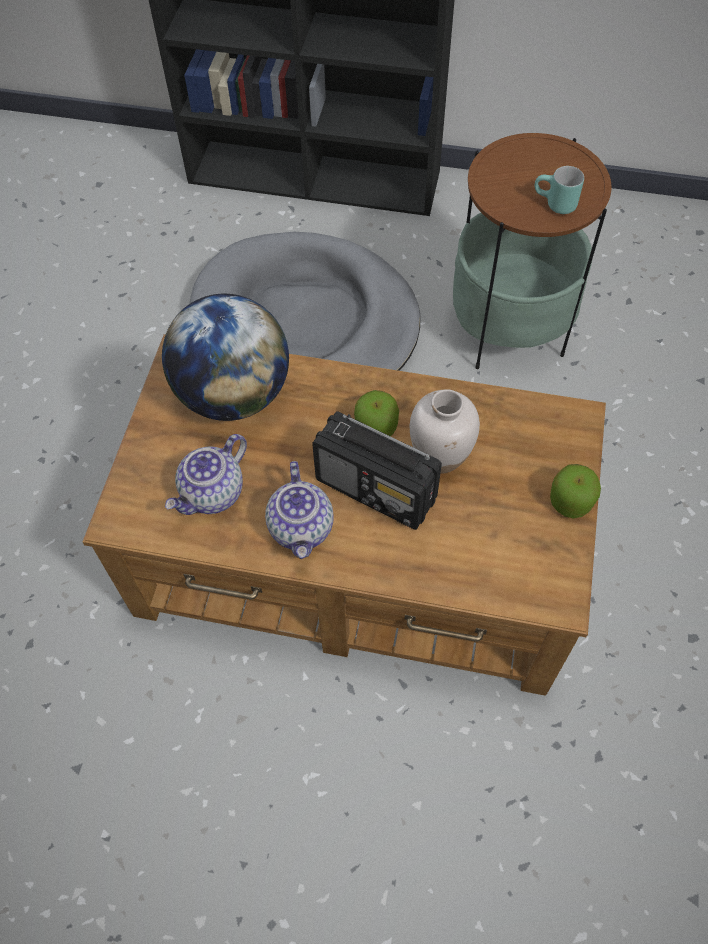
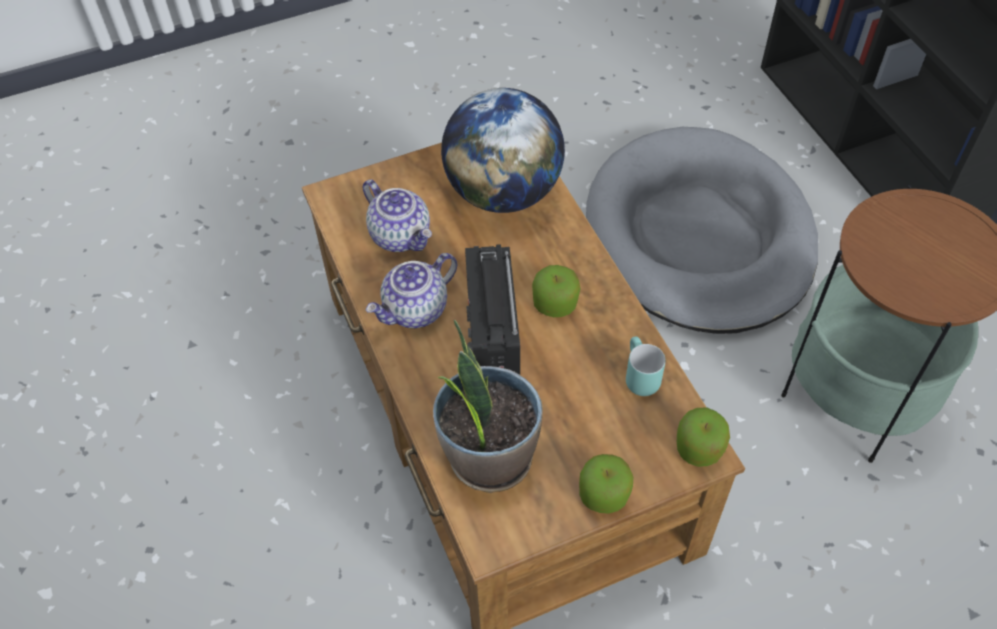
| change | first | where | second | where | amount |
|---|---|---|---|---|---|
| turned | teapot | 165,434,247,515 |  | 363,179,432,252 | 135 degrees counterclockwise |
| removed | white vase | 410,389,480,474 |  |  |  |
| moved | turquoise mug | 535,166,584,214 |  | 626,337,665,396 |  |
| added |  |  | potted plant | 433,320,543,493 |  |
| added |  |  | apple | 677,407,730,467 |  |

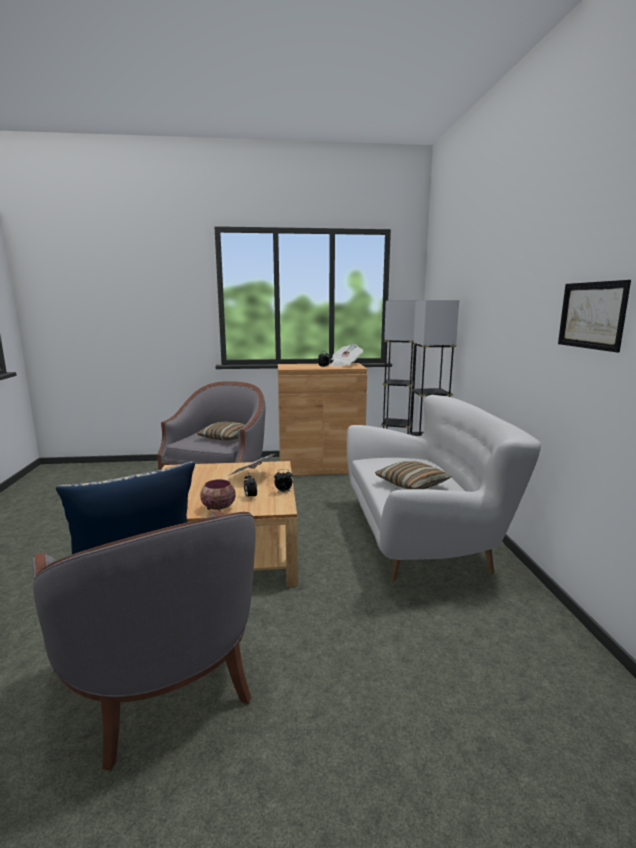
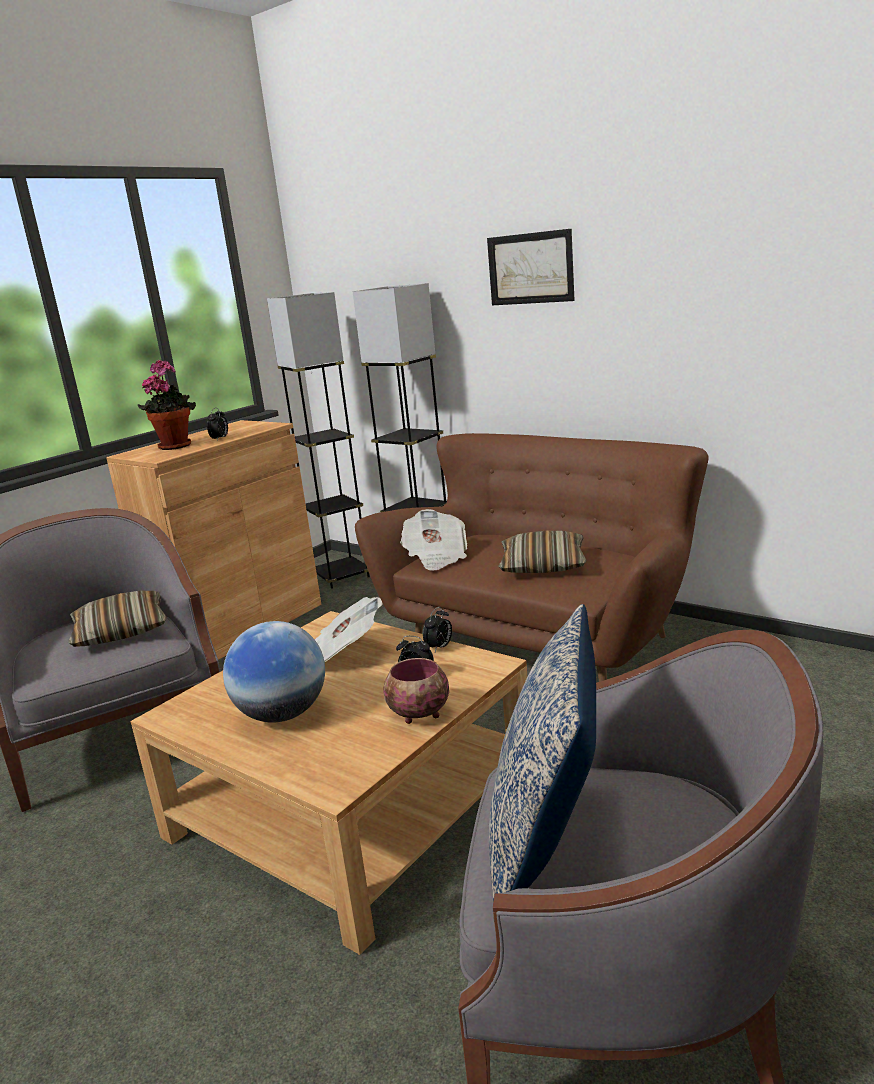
| change | first | where | second | where | amount |
|---|---|---|---|---|---|
| moved | newspaper | 331,344,363,367 |  | 400,509,467,571 |  |
| recoloured | white sofa | 347,395,541,581 | brown sofa | 355,433,708,682 |  |
| moved | picture | 558,280,631,352 |  | 487,229,575,305 |  |
| added |  |  | potted plant | 137,359,196,450 |  |
| added |  |  | globe | 223,621,325,723 |  |

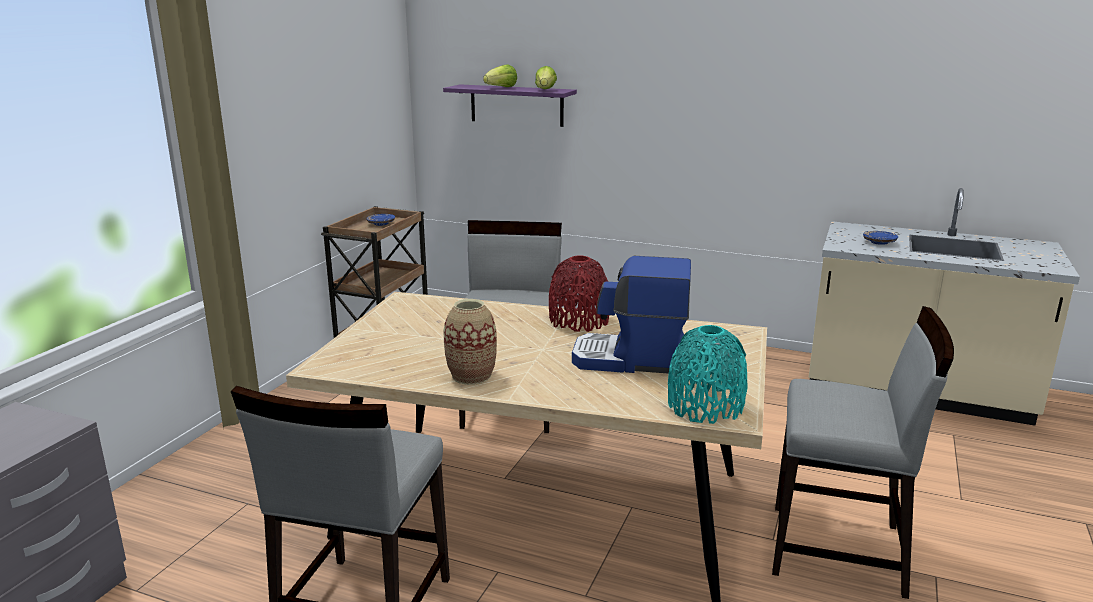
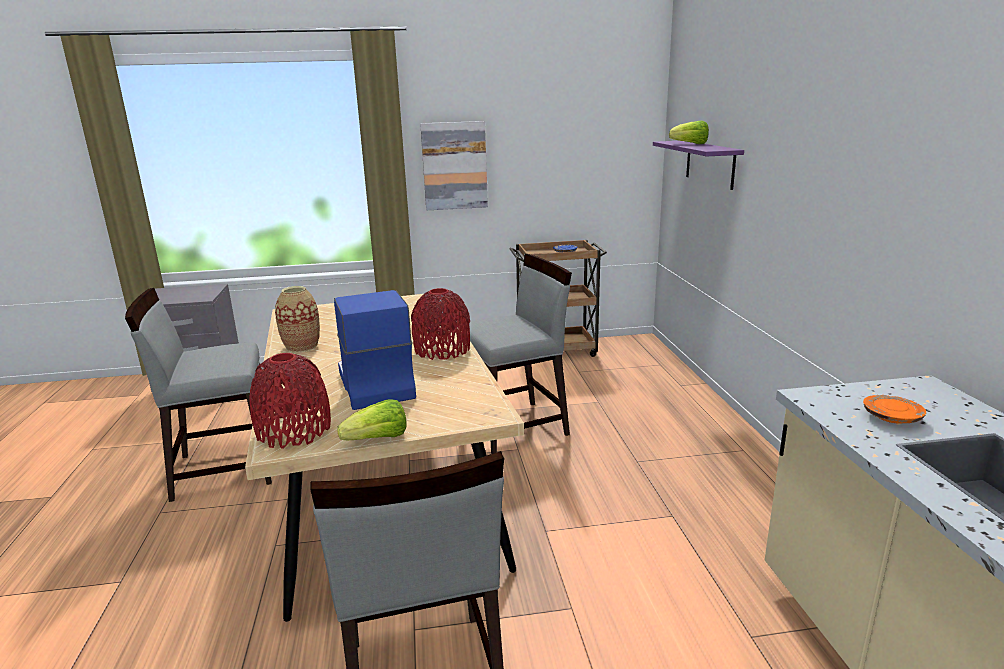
| change | first | where | second | where | amount |
|---|---|---|---|---|---|
| moved | lettuce | 535,66,557,89 |  | 337,399,406,440 |  |
| recoloured | turquoise vase | 668,325,747,424 | red vase | 249,353,331,449 |  |
| recoloured | blue plate | 863,231,898,245 | orange plate | 863,395,926,424 |  |
| added |  |  | picture | 420,121,488,210 |  |

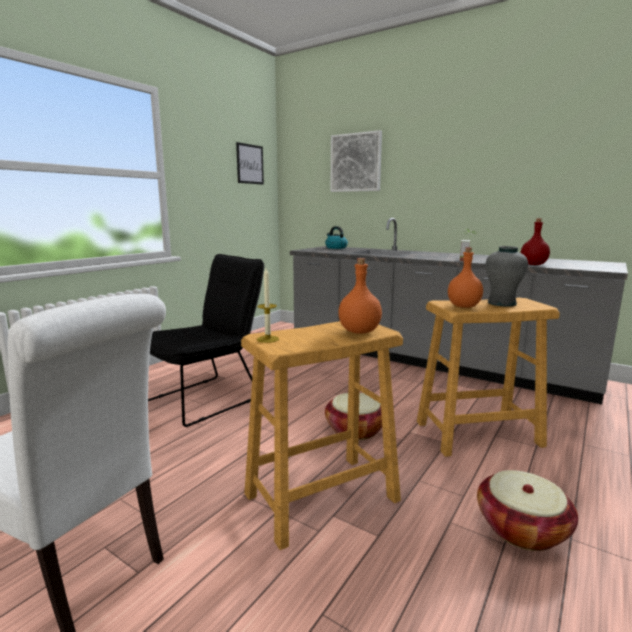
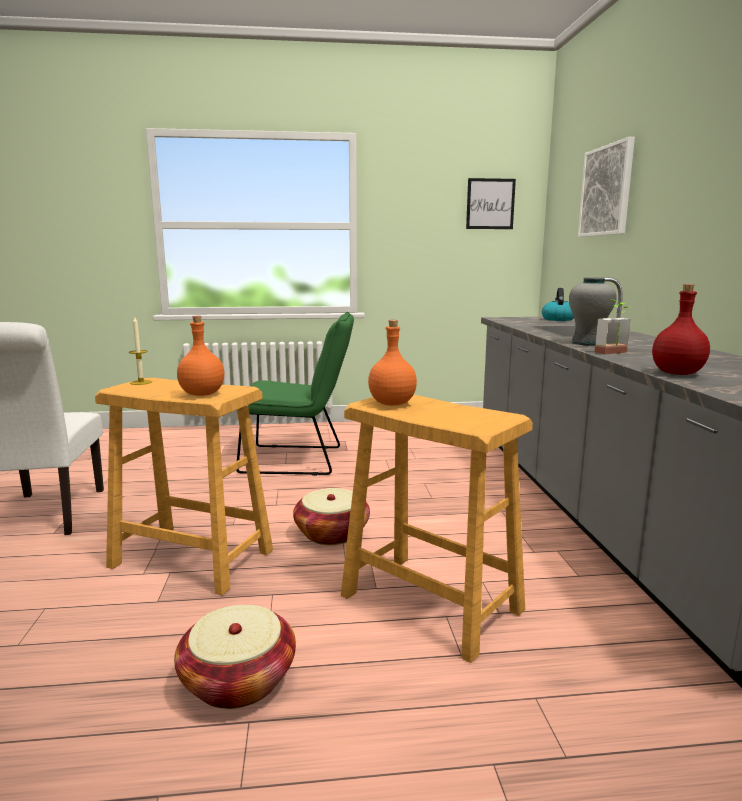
| change | first | where | second | where | amount |
|---|---|---|---|---|---|
| recoloured | black chair | 148,254,264,427 | green chair | 236,312,354,475 |  |
| moved | grey vase | 486,246,528,307 |  | 569,277,616,346 |  |

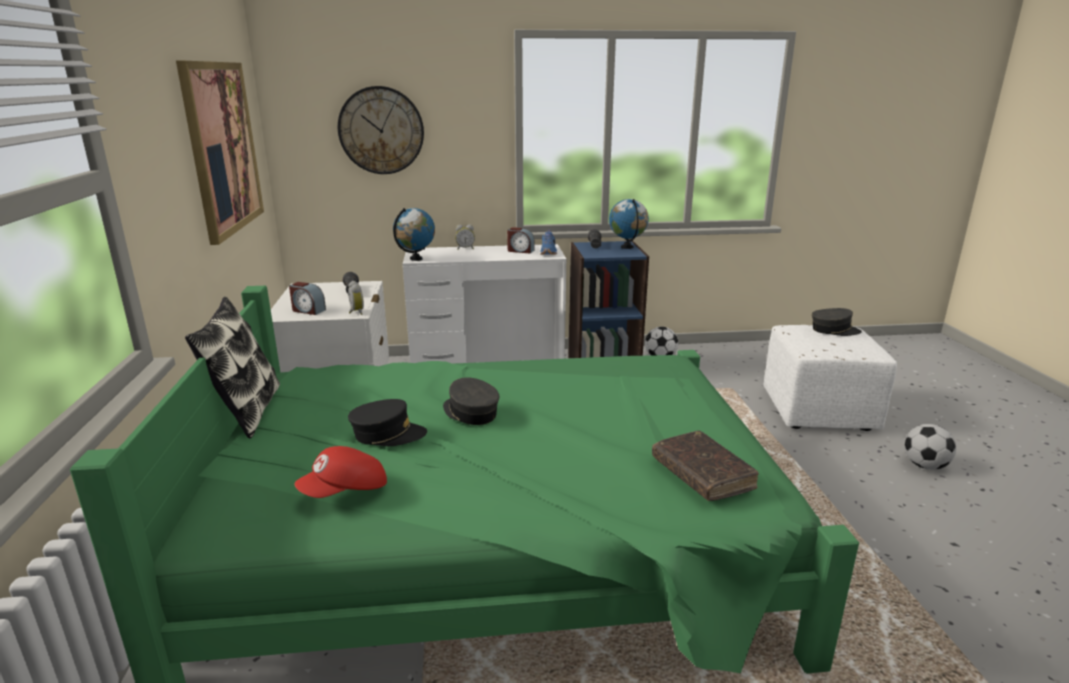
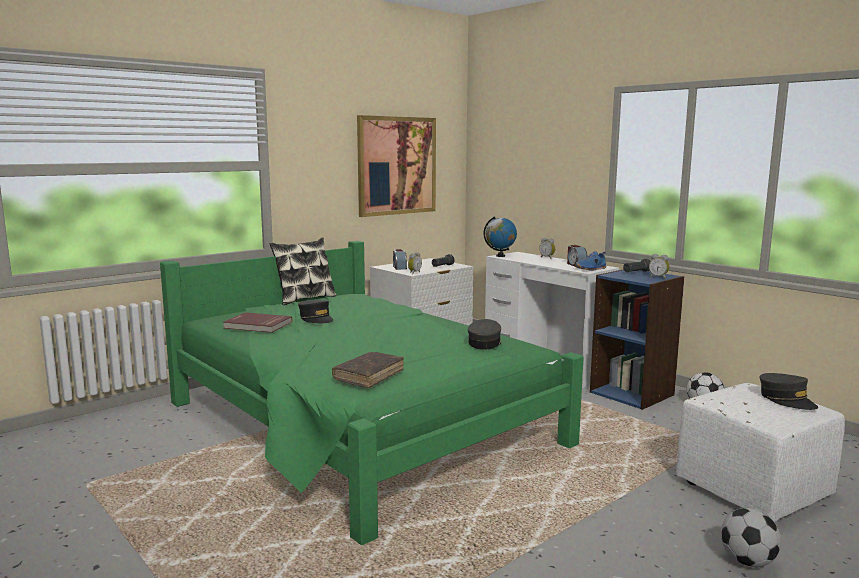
| change | first | where | second | where | amount |
|---|---|---|---|---|---|
| replaced | red cap | 295,446,387,498 | red book | 223,312,292,333 |  |
| removed | wall clock | 338,86,424,174 |  |  |  |
| moved | grey cap | 443,377,499,425 |  | 468,319,501,350 |  |
| replaced | globe | 609,199,649,249 | alarm clock | 649,254,670,279 |  |

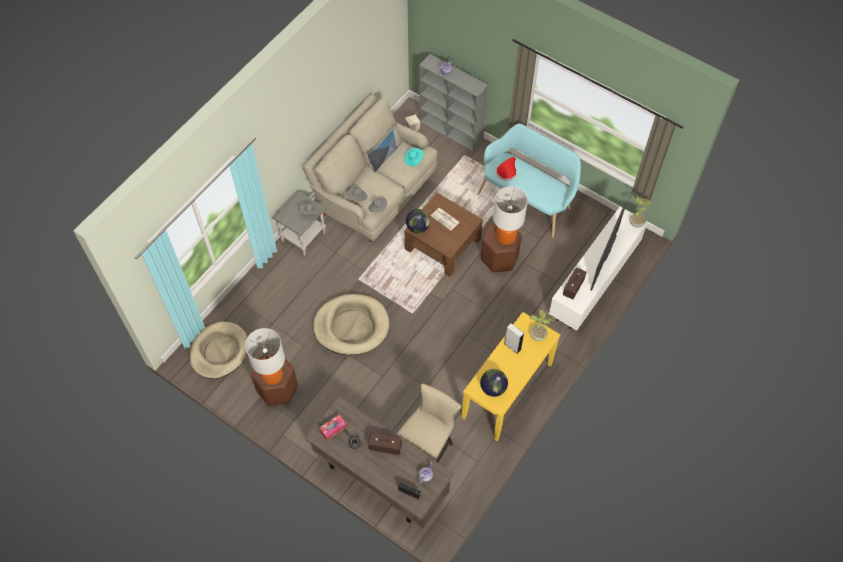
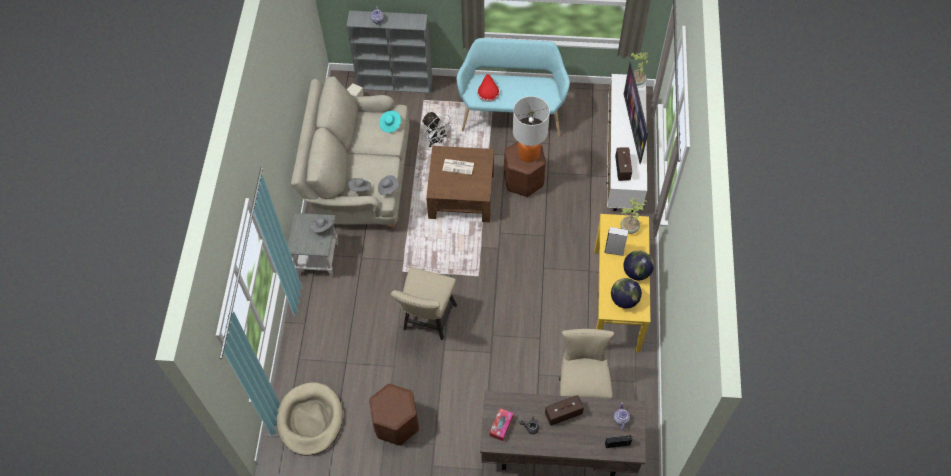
| change | first | where | second | where | amount |
|---|---|---|---|---|---|
| removed | table lamp | 245,328,285,385 |  |  |  |
| replaced | beige dog bed | 313,294,390,355 | beige chair | 391,267,457,340 |  |
| removed | pillow | 367,125,403,173 |  |  |  |
| moved | globe | 406,209,430,233 |  | 623,250,654,280 |  |
| added |  |  | white fan | 422,112,453,147 |  |

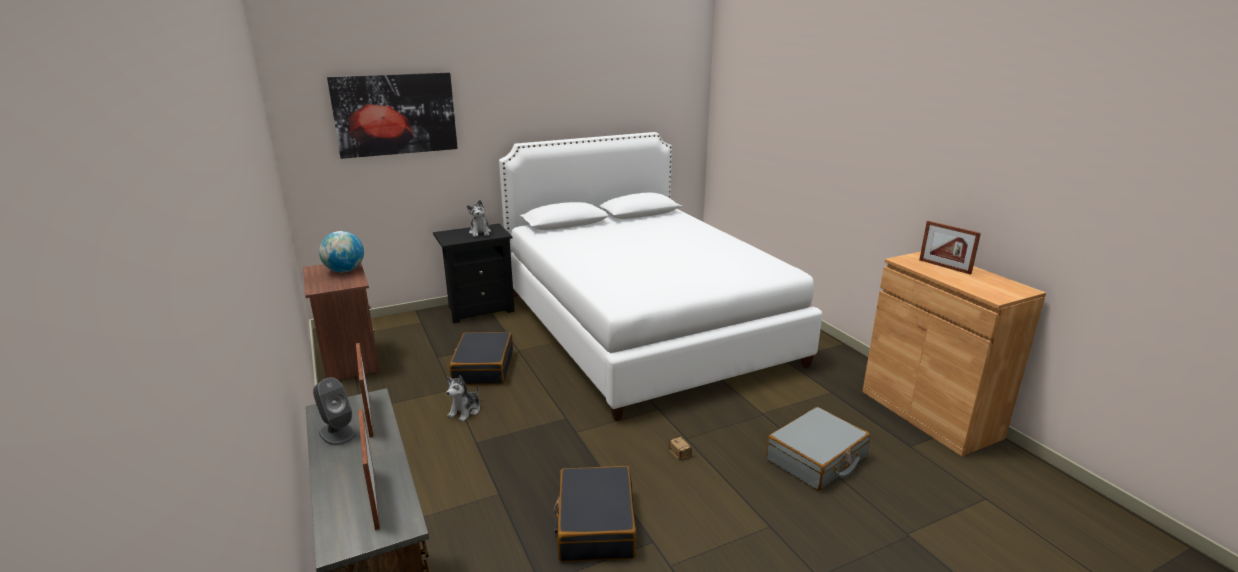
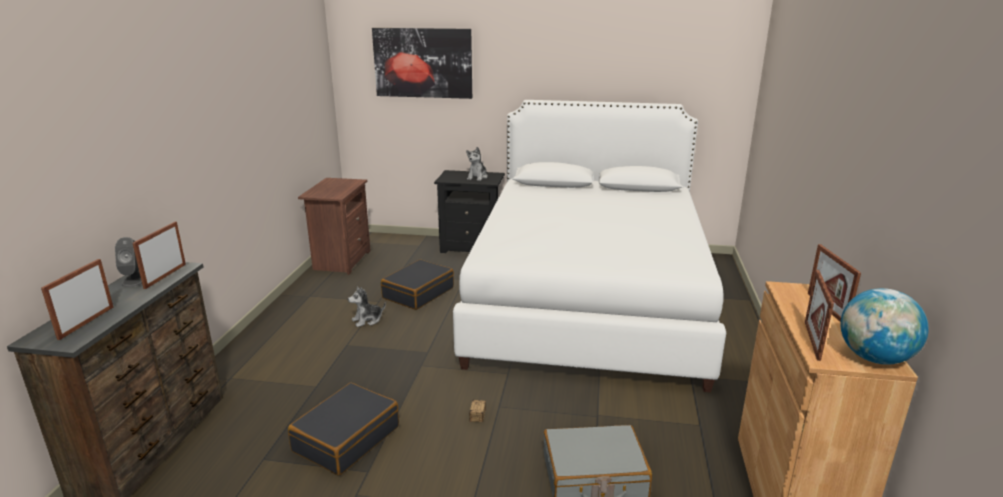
| change | first | where | second | where | amount |
|---|---|---|---|---|---|
| moved | globe | 319,231,364,272 |  | 840,288,929,365 |  |
| added |  |  | picture frame | 805,270,834,361 |  |

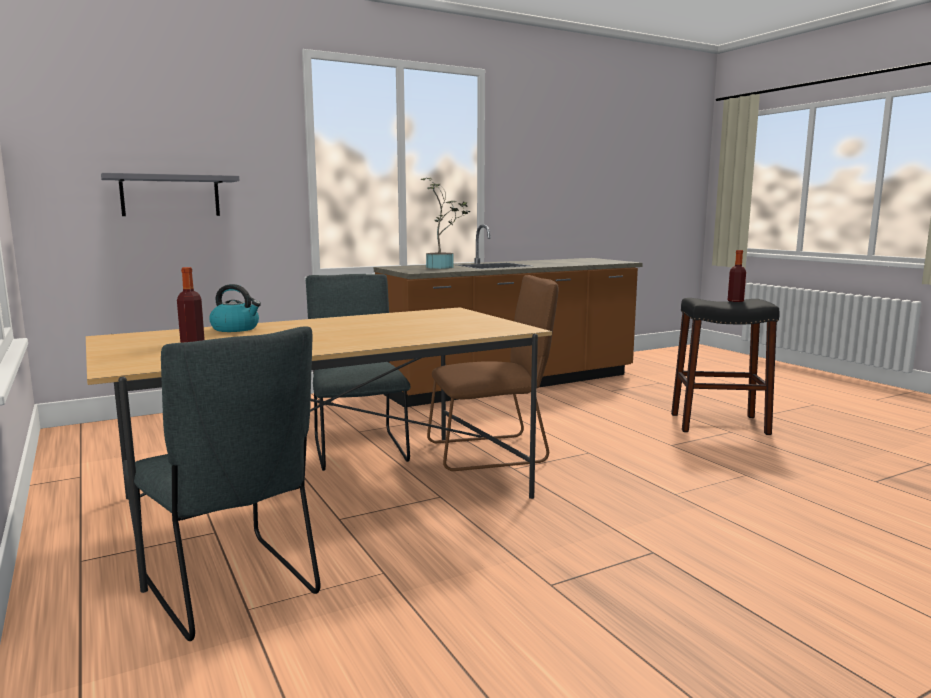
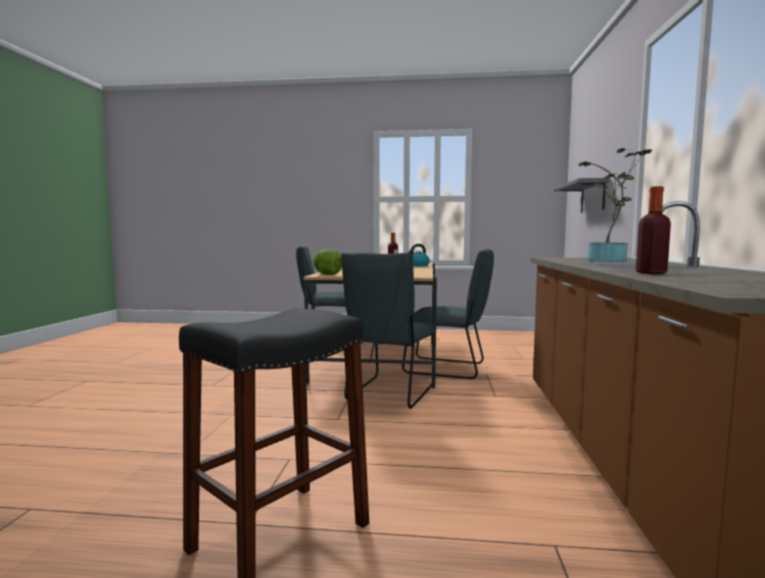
| change | first | where | second | where | amount |
|---|---|---|---|---|---|
| recoloured | brown chair | 427,275,559,471 | grey chair | 341,253,437,409 |  |
| moved | bottle | 728,250,746,302 |  | 636,186,671,274 |  |
| added |  |  | lettuce | 314,249,342,275 |  |

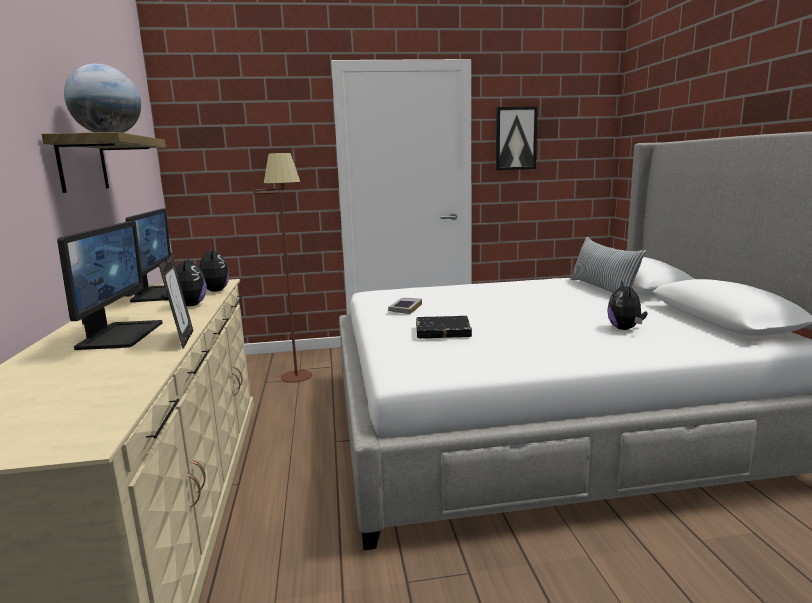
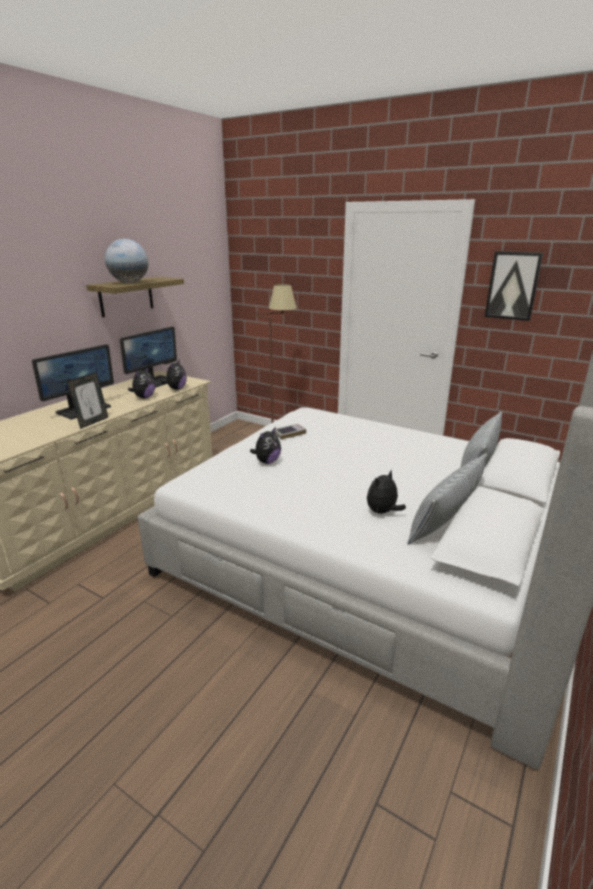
| change | first | where | second | where | amount |
|---|---|---|---|---|---|
| replaced | black book | 416,316,472,339 | plush toy | 250,427,281,464 |  |
| added |  |  | pillow | 407,453,487,545 |  |

